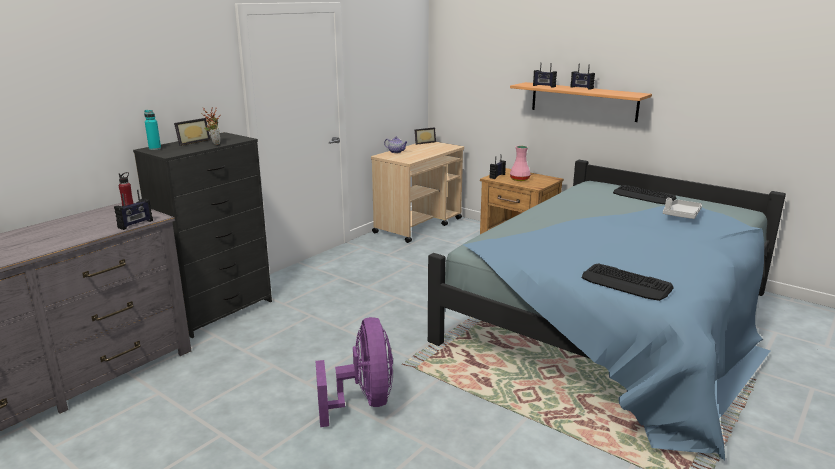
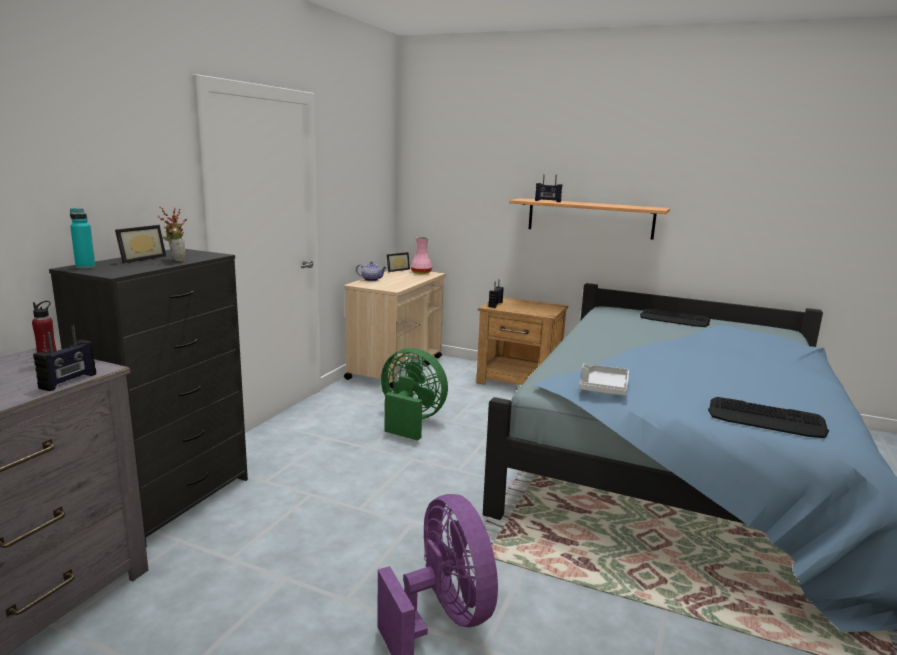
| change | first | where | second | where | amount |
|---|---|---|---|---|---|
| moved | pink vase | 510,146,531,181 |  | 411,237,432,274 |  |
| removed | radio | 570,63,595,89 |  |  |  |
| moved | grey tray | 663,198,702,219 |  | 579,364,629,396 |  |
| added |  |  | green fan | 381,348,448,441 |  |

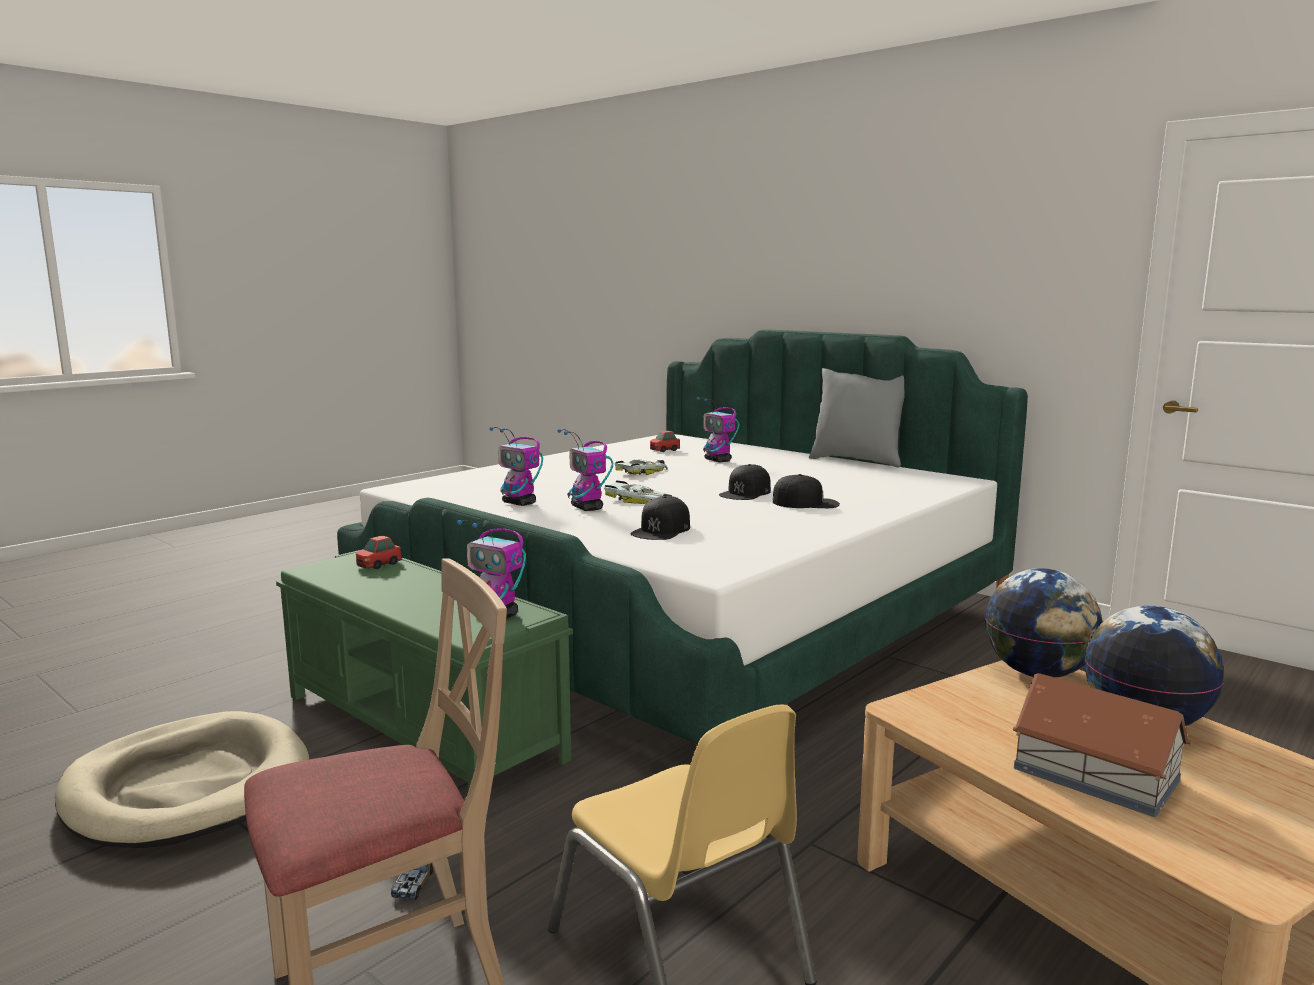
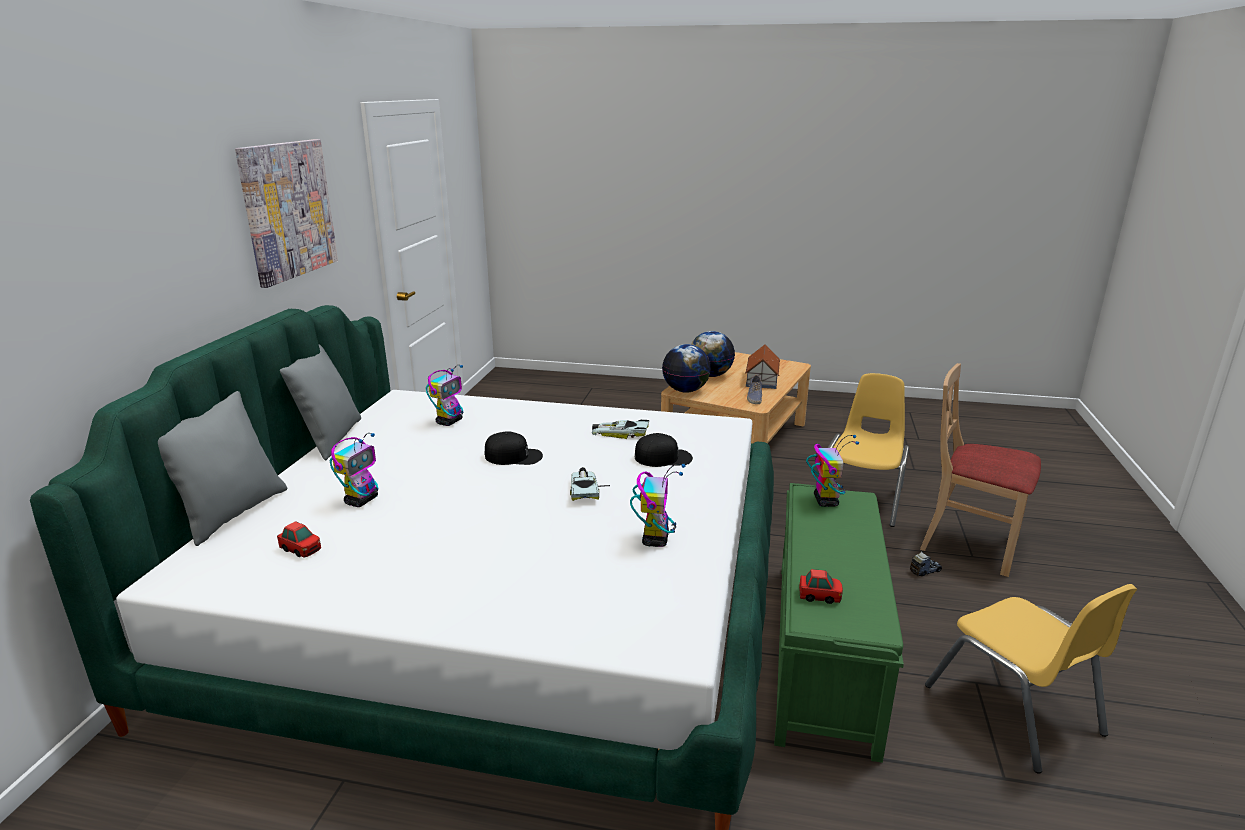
| change | first | where | second | where | amount |
|---|---|---|---|---|---|
| replaced | beige dog bed | 55,711,309,848 | yellow chair | 925,584,1137,773 |  |
| moved | toy robot | 557,429,613,511 |  | 426,365,464,426 |  |
| moved | toy car | 615,459,668,475 |  | 592,420,649,439 |  |
| removed | black cap | 773,474,840,508 |  |  |  |
| added |  |  | grey pillow | 158,391,287,546 |  |
| added |  |  | picture | 235,139,338,288 |  |
| added |  |  | shoe | 747,375,762,404 |  |

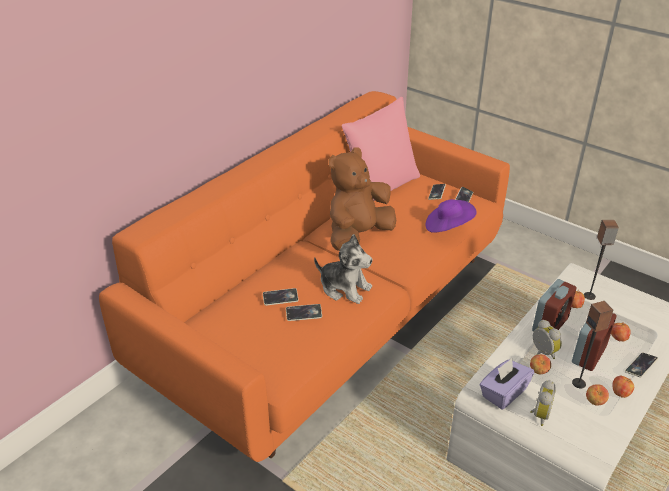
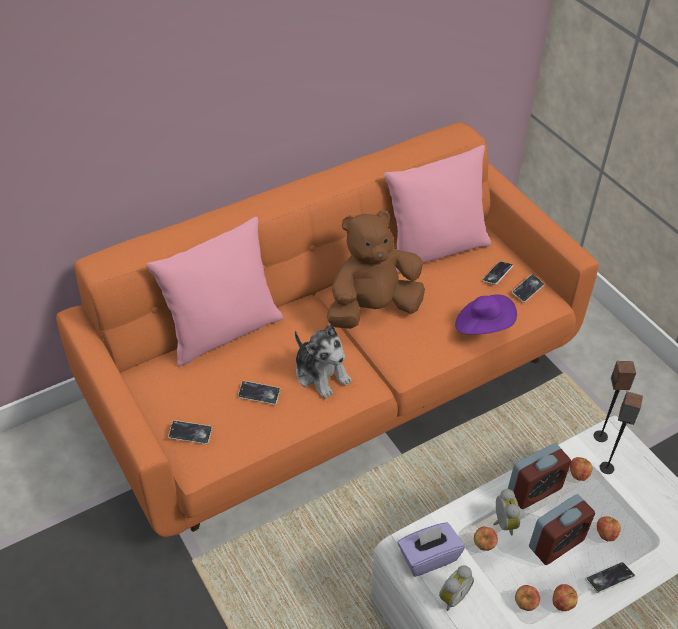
| change | first | where | second | where | amount |
|---|---|---|---|---|---|
| moved | phone | 263,288,299,306 |  | 168,420,212,444 |  |
| moved | speaker | 572,301,613,388 |  | 594,361,636,442 |  |
| added |  |  | pink pillow | 147,217,283,367 |  |

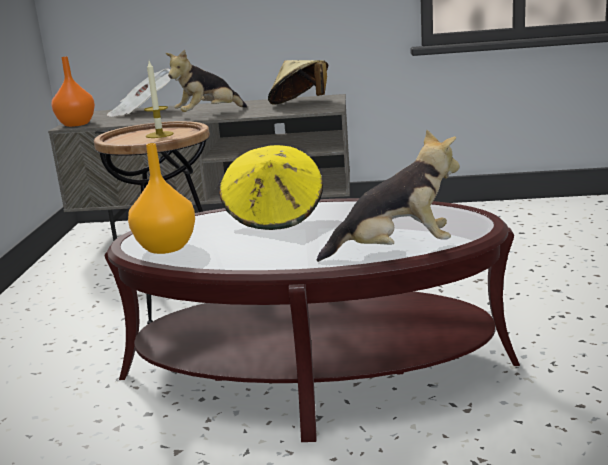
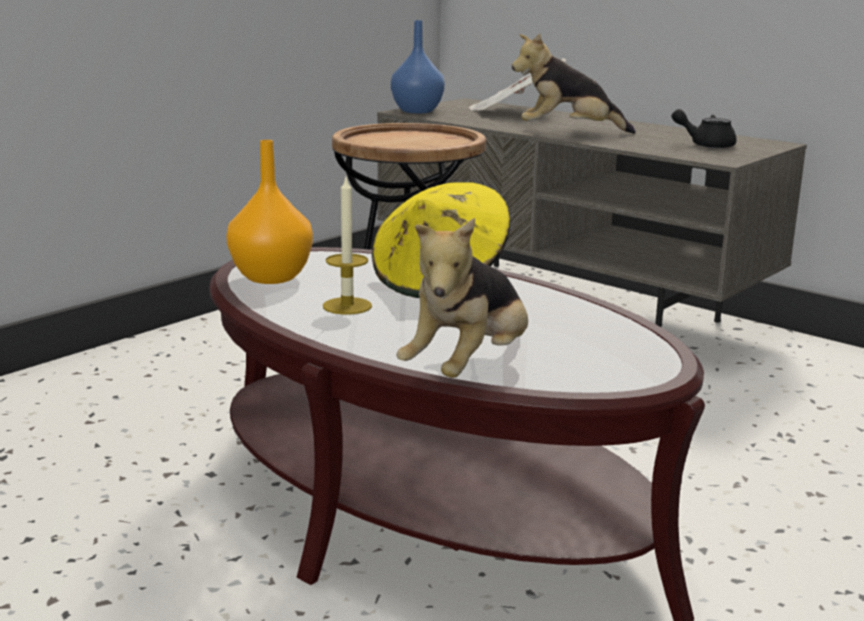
| change | first | where | second | where | amount |
|---|---|---|---|---|---|
| recoloured | orange vase | 52,57,95,127 | blue vase | 391,20,445,113 |  |
| moved | candle | 144,61,174,138 |  | 323,177,372,315 |  |
| replaced | beige hat | 268,60,328,105 | black teapot | 671,109,737,149 |  |
| turned | plush toy | 317,130,460,262 |  | 396,218,528,378 | 90 degrees clockwise |

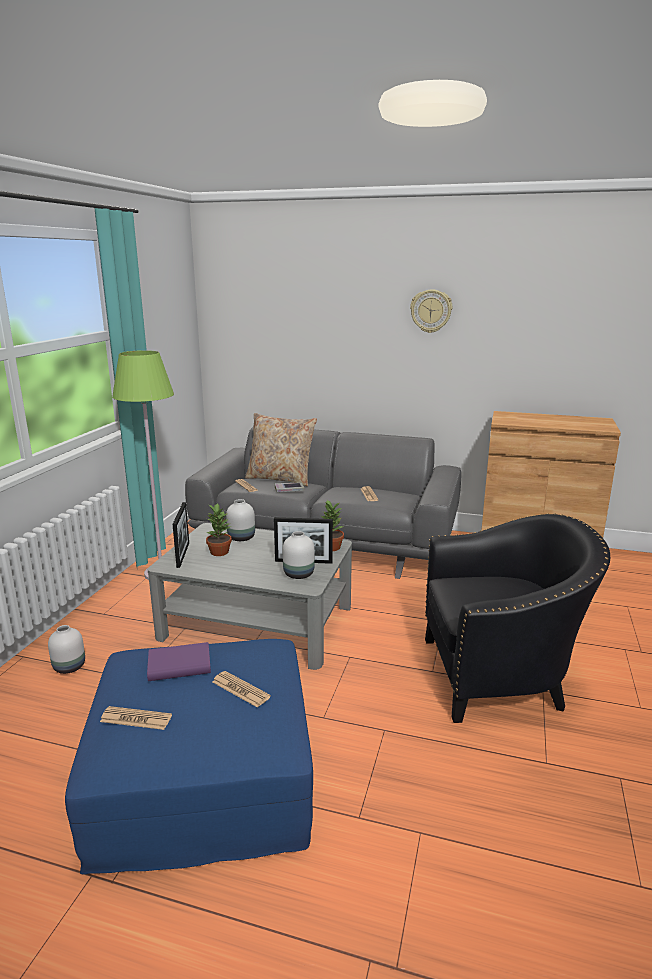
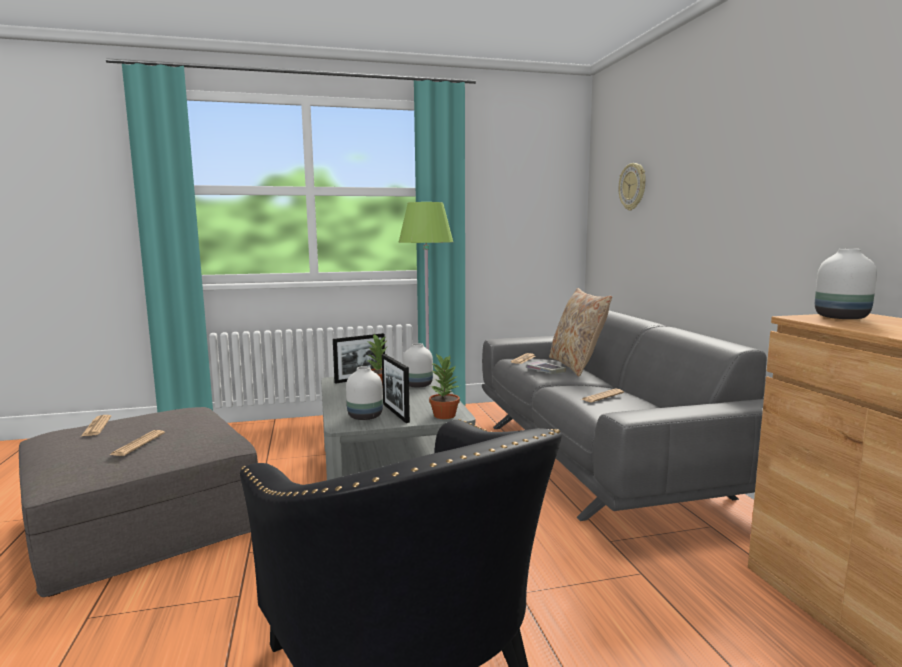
| change | first | where | second | where | amount |
|---|---|---|---|---|---|
| moved | white vase | 48,625,85,674 |  | 815,249,877,319 |  |
| recoloured | blue ottoman | 65,639,313,874 | grey ottoman | 19,407,258,597 |  |
| removed | purple book | 147,642,211,681 |  |  |  |
| moved | wall clock | 410,289,452,333 |  | 619,163,646,210 |  |

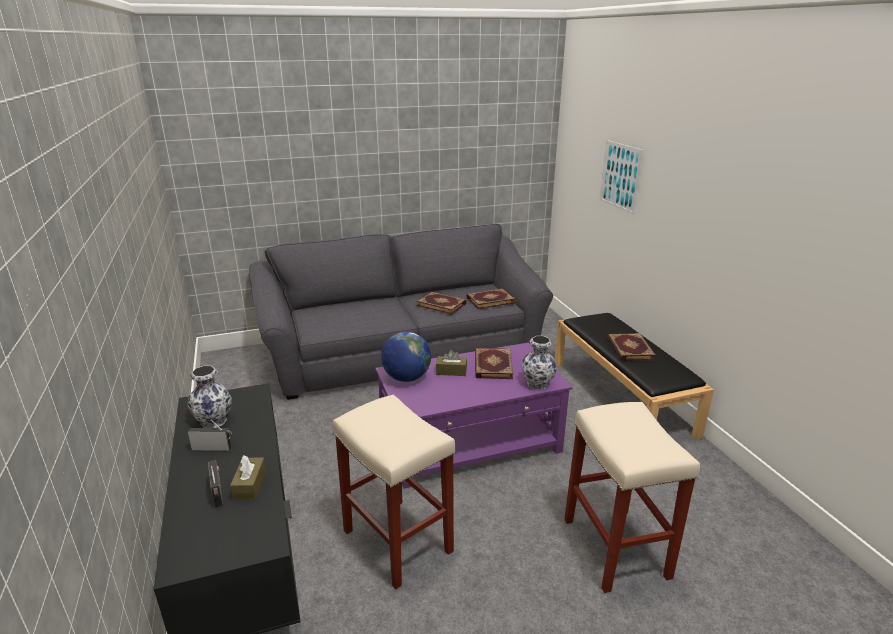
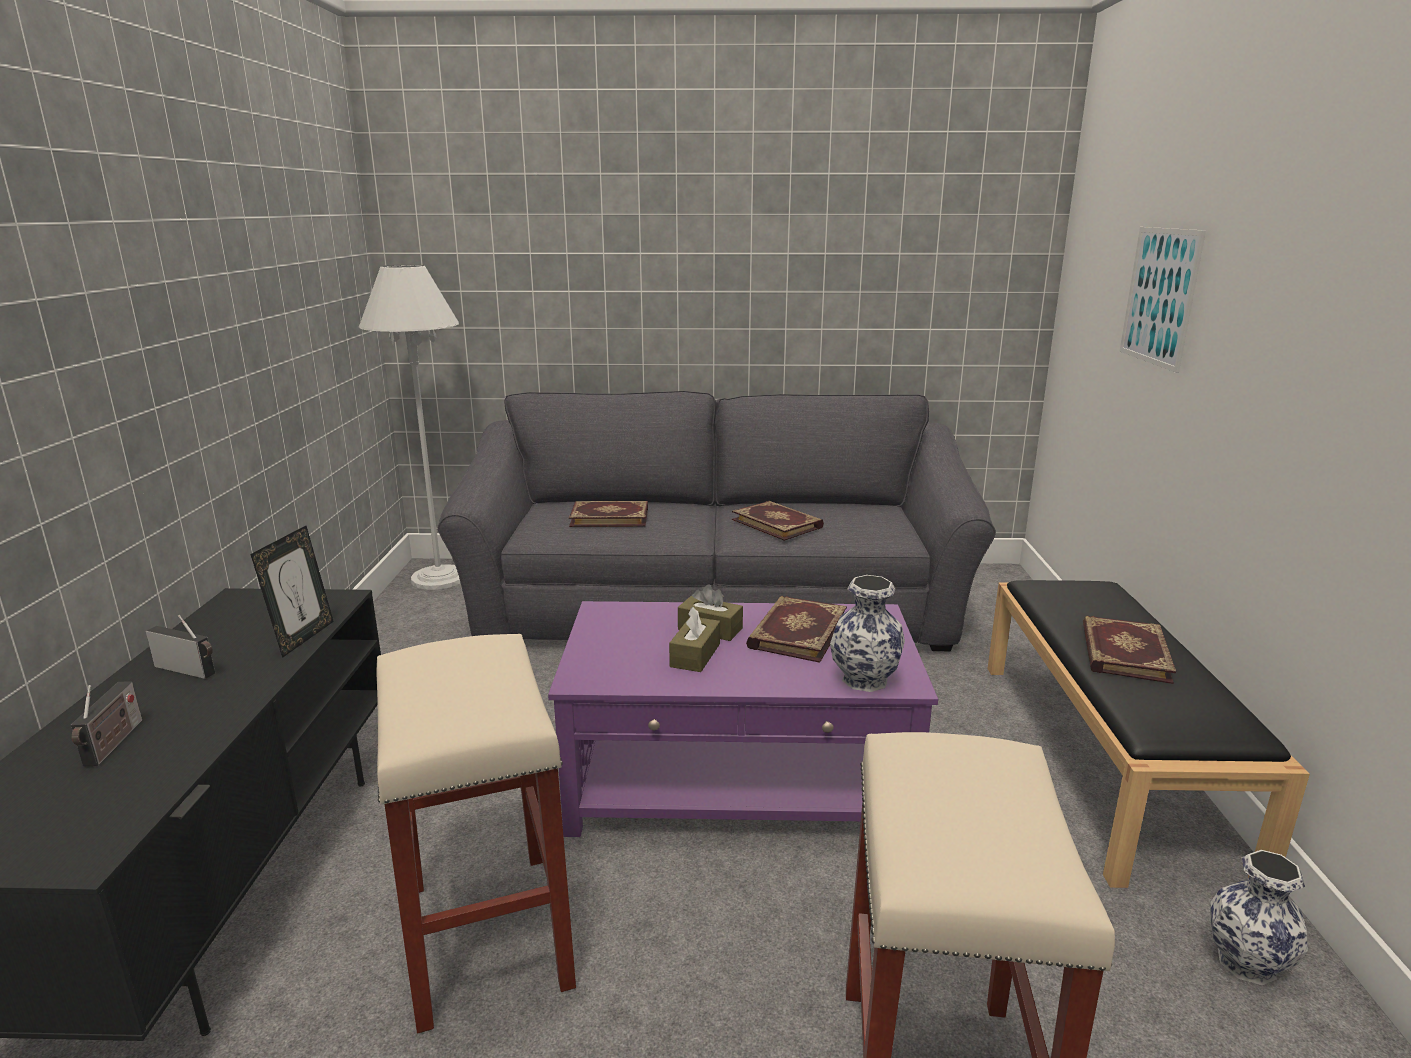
| change | first | where | second | where | amount |
|---|---|---|---|---|---|
| moved | vase | 187,366,232,428 |  | 1210,850,1308,986 |  |
| moved | brown tissue box | 230,455,266,500 |  | 669,607,720,672 |  |
| removed | globe | 381,332,431,382 |  |  |  |
| moved | book | 466,289,515,309 |  | 569,501,648,527 |  |
| added |  |  | picture frame | 250,526,334,658 |  |
| added |  |  | white floor lamp | 359,265,461,590 |  |

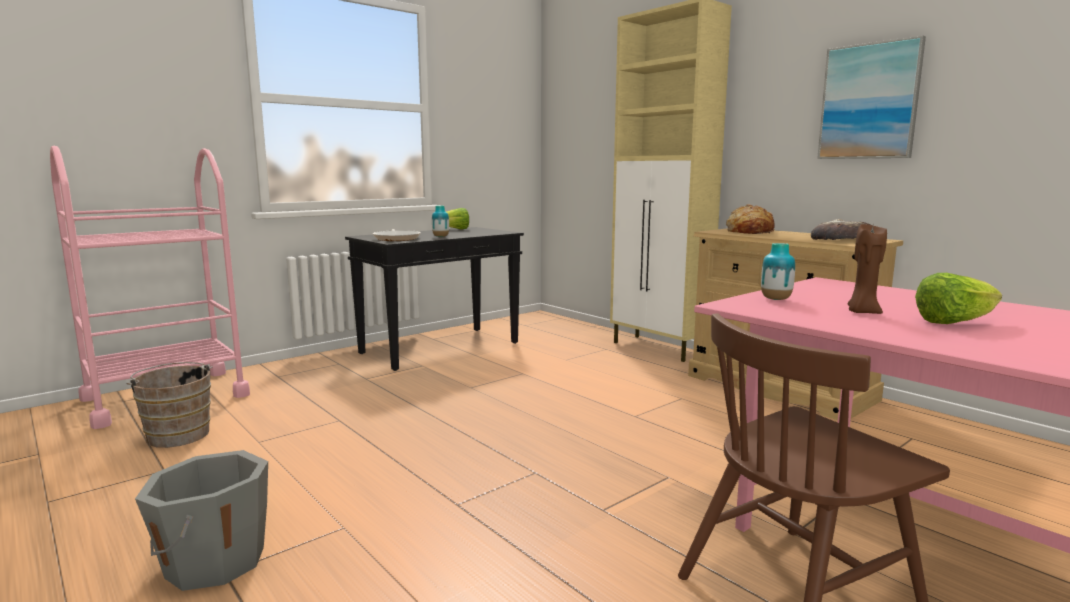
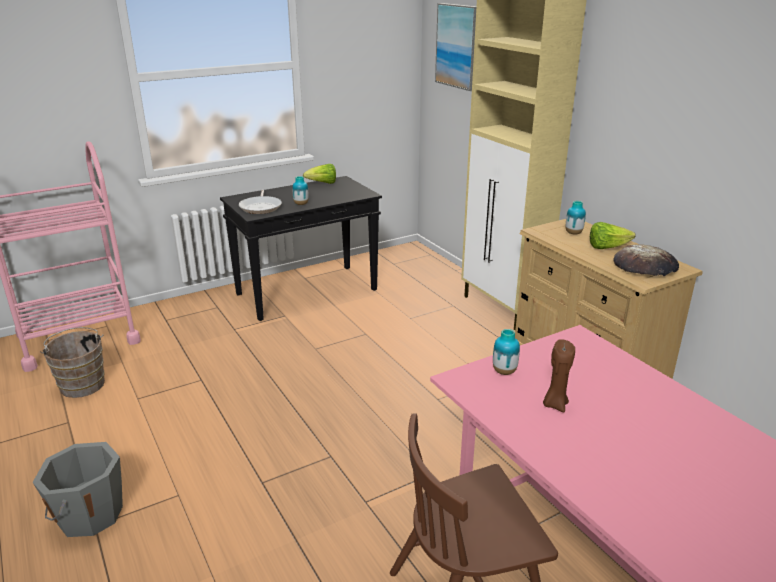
| change | first | where | second | where | amount |
|---|---|---|---|---|---|
| replaced | bread | 726,204,775,234 | vase | 566,201,586,235 |  |
| moved | picture | 817,35,926,159 |  | 435,3,476,91 |  |
| moved | lettuce | 915,273,1002,324 |  | 590,222,636,249 |  |

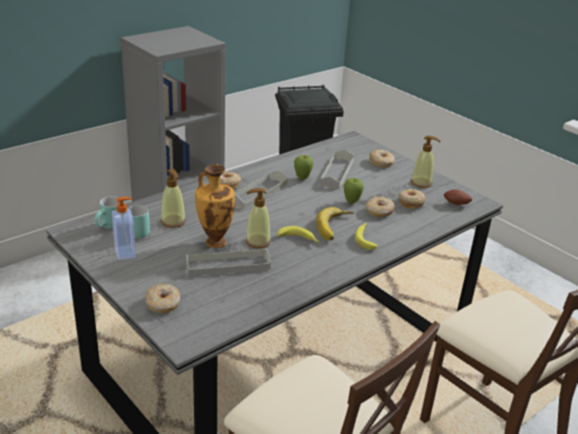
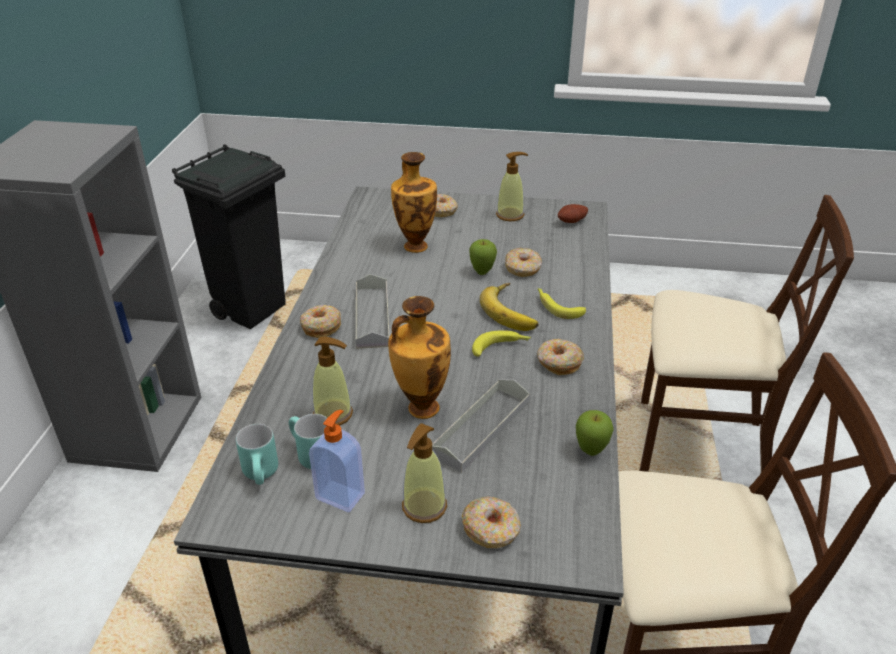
| change | first | where | second | where | amount |
|---|---|---|---|---|---|
| moved | soap dispenser | 245,188,271,248 |  | 402,423,447,523 |  |
| moved | apple | 294,155,313,180 |  | 576,410,614,456 |  |
| replaced | grey tray | 319,150,354,189 | vase | 391,152,437,253 |  |
| moved | donut | 398,189,425,209 |  | 537,339,584,375 |  |

